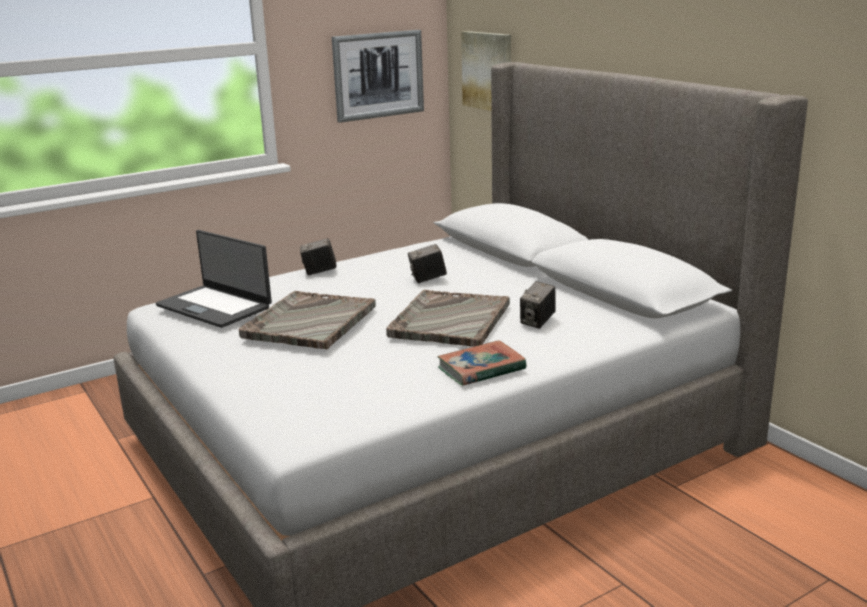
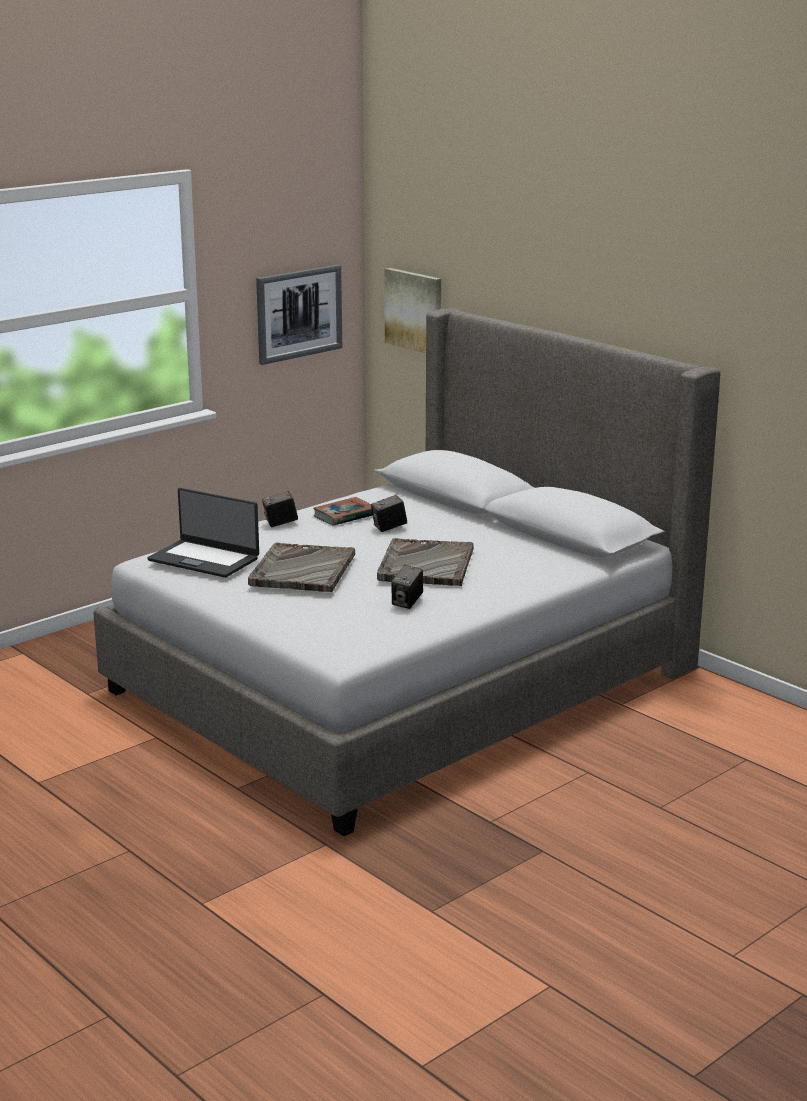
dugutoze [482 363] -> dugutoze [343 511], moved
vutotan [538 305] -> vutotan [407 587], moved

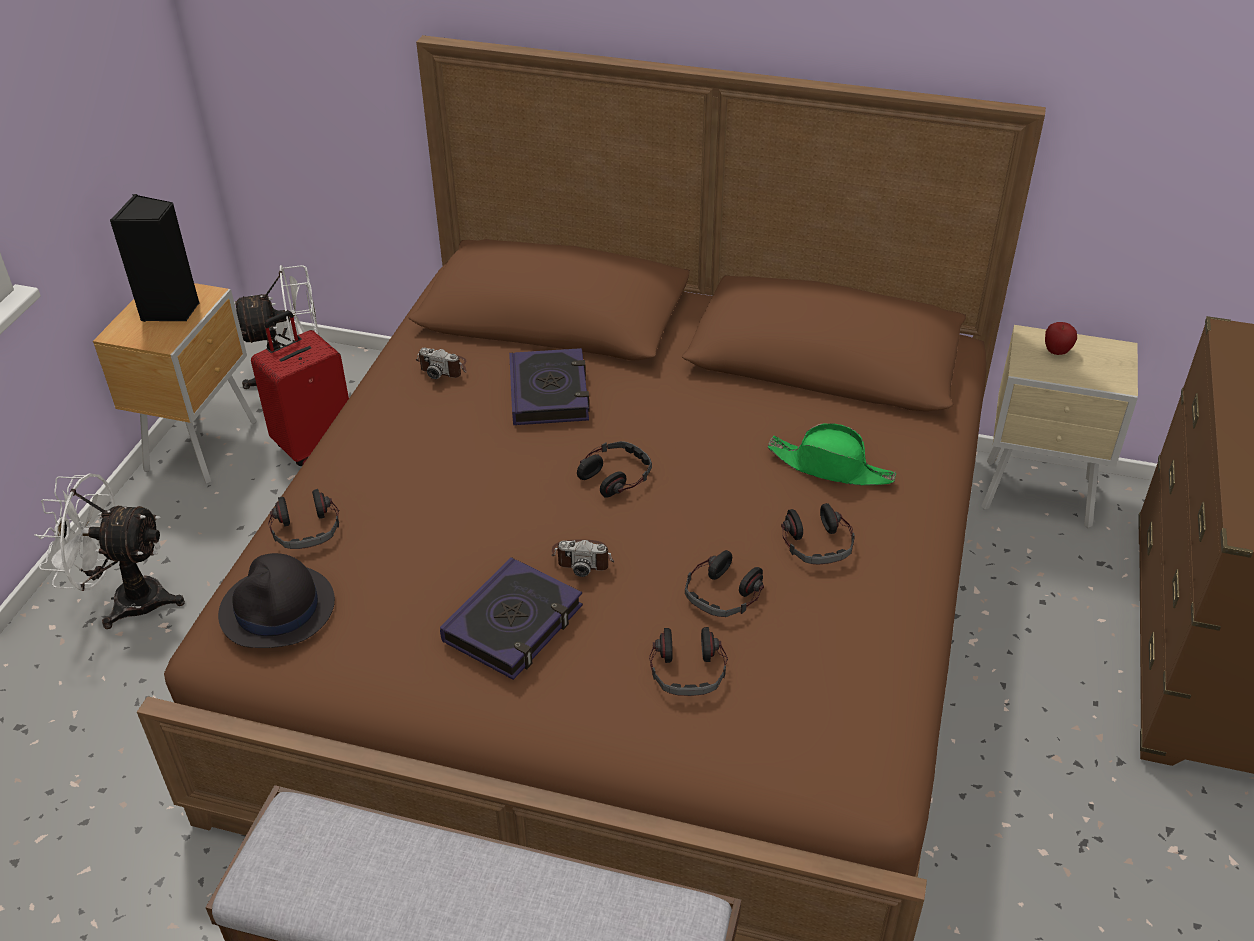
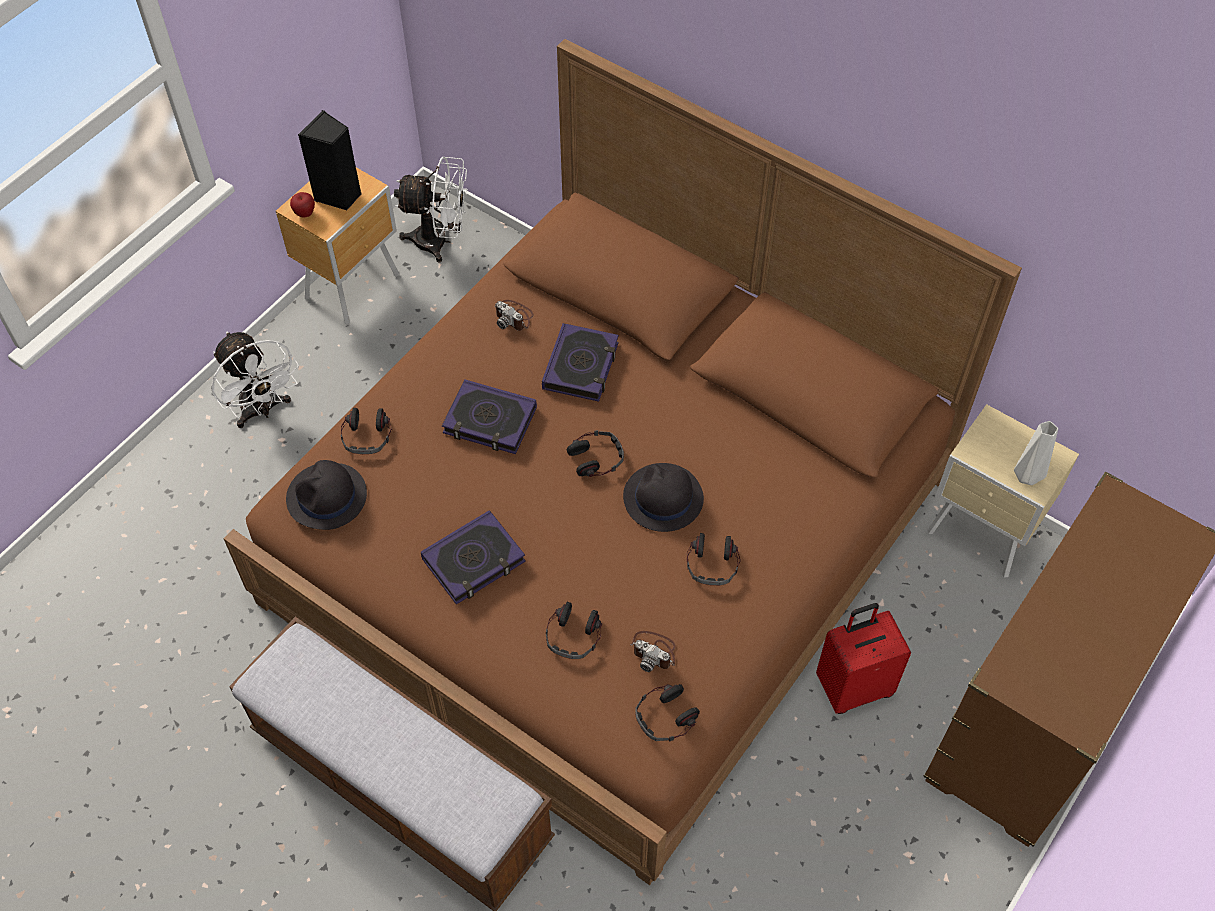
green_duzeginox [832 454] -> none
none -> dugutoze [489 417]
none -> black_duzeginox [663 497]
none -> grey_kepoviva [1036 453]
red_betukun [300 388] -> red_betukun [863 658], moved
vutotan [582 558] -> vutotan [652 651], moved
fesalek [724 583] -> fesalek [667 713], moved
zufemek [1061 338] -> zufemek [302 205], moved
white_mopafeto [109 551] -> white_mopafeto [255 379], 150 degrees counterclockwise

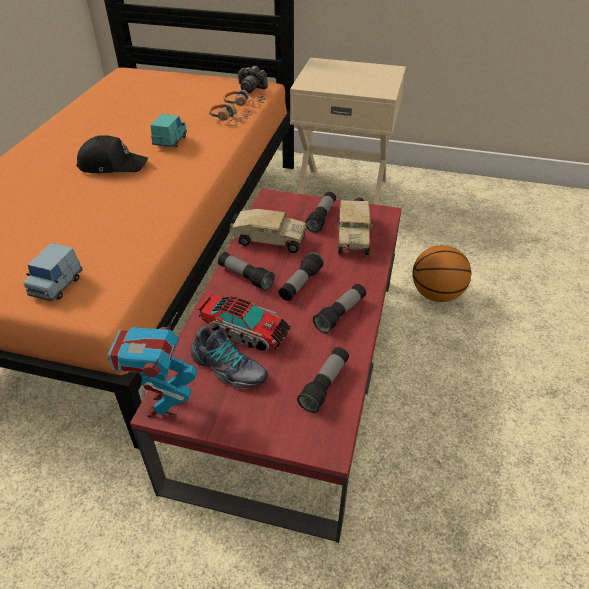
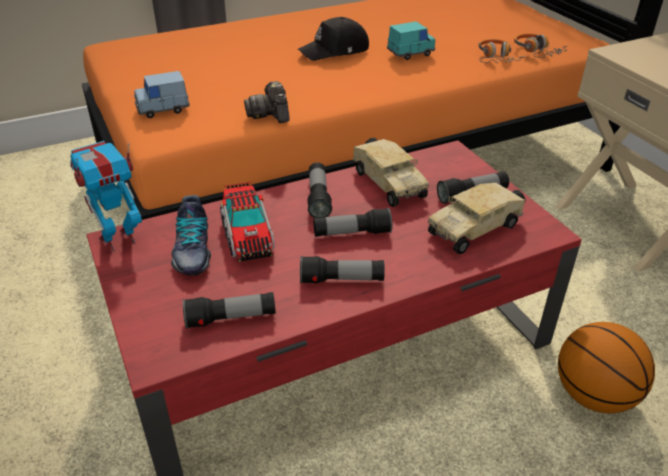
vutotan [253 79] -> vutotan [267 102], moved
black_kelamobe [112 154] -> black_kelamobe [333 39], 105 degrees clockwise

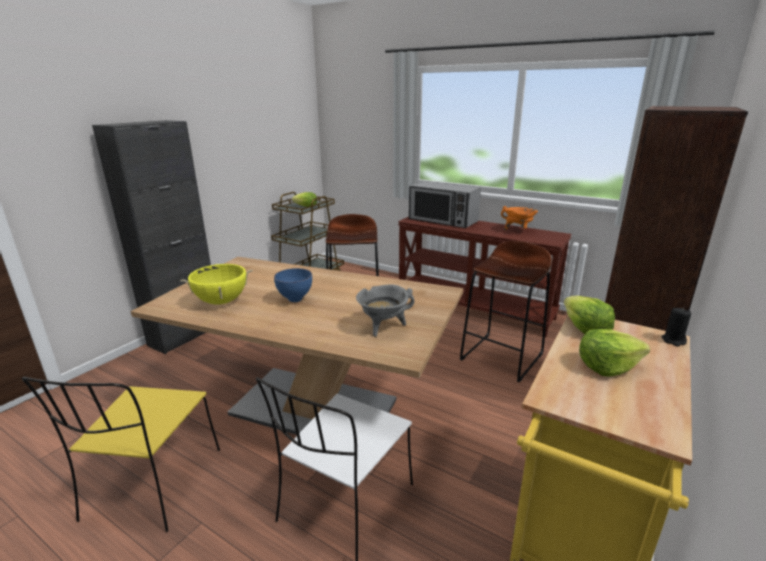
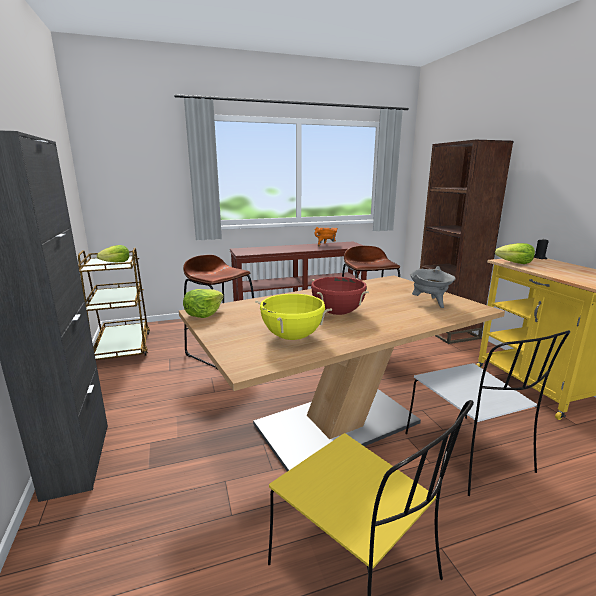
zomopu [445 204] -> none
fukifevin [614 353] -> fukifevin [203 303], moved
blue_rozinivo [293 285] -> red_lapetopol [340 296]

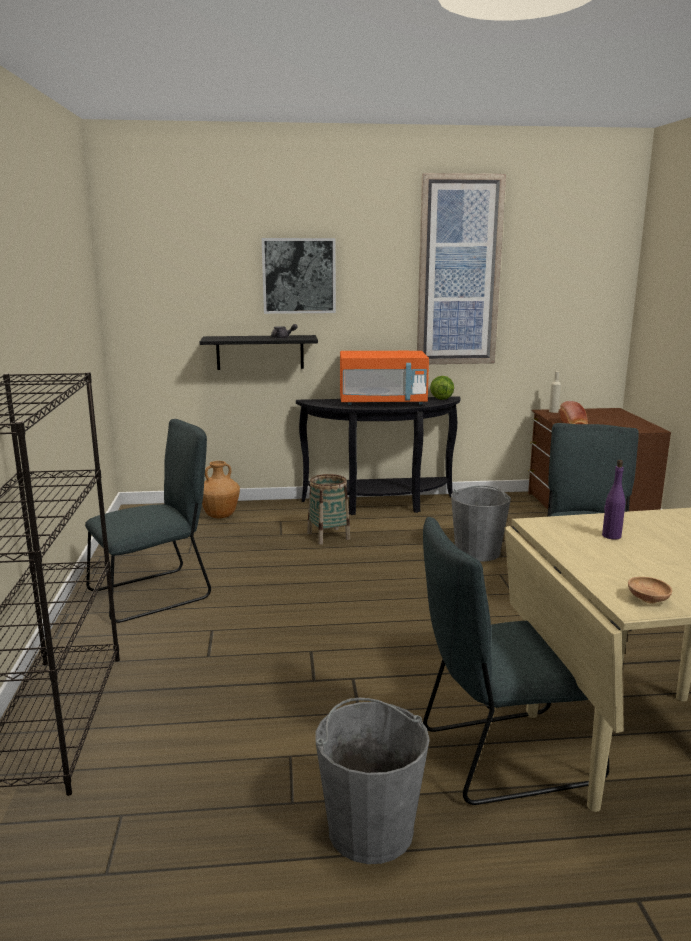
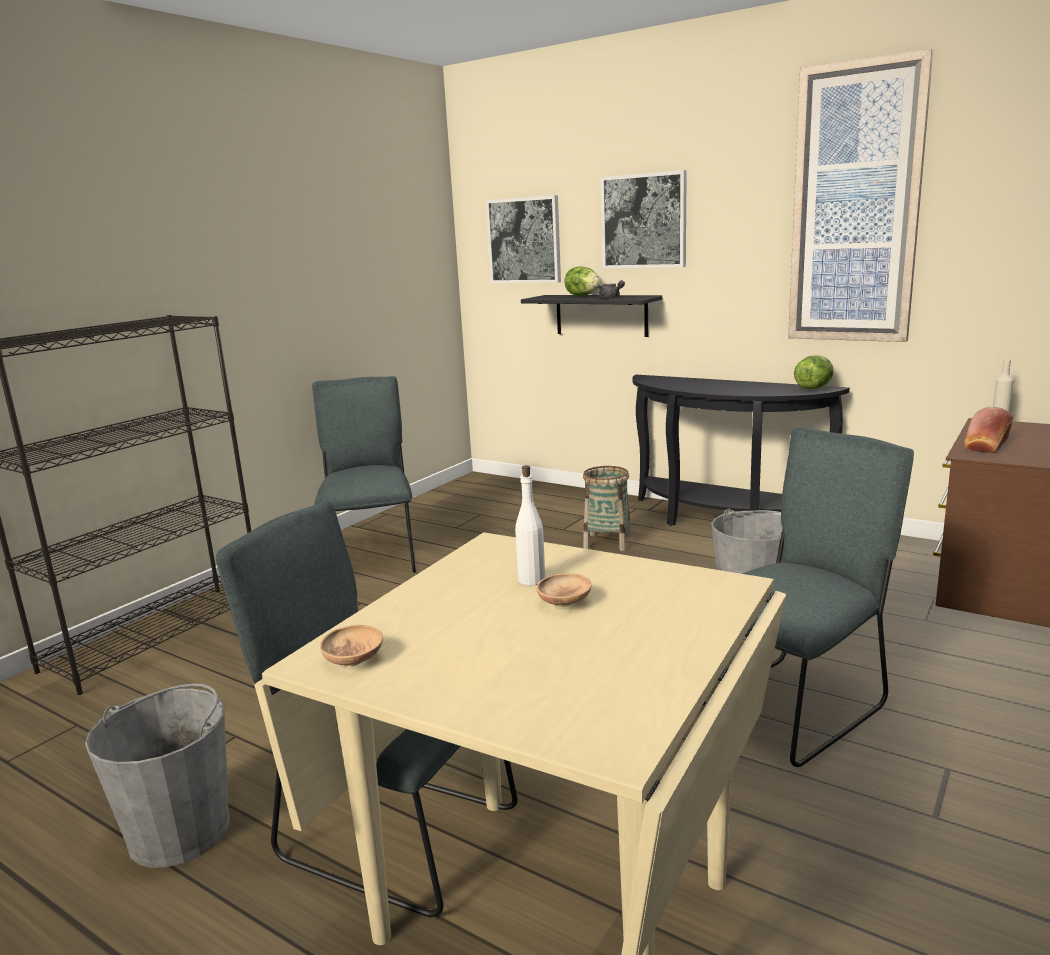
brown_kepoviva [221 489] -> none
orange_zomopu [384 378] -> none
none -> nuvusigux [523 239]
none -> brown_rozinivo [564 590]
none -> fukifevin [582 281]
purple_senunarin [613 499] -> white_senunarin [530 525]
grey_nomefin [148 521] -> grey_nomefin [364 474], 105 degrees counterclockwise

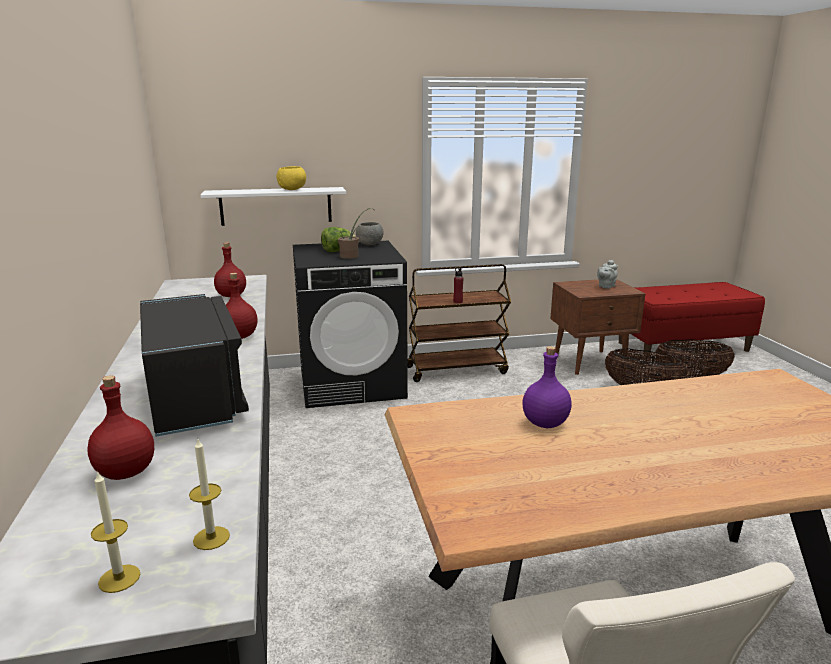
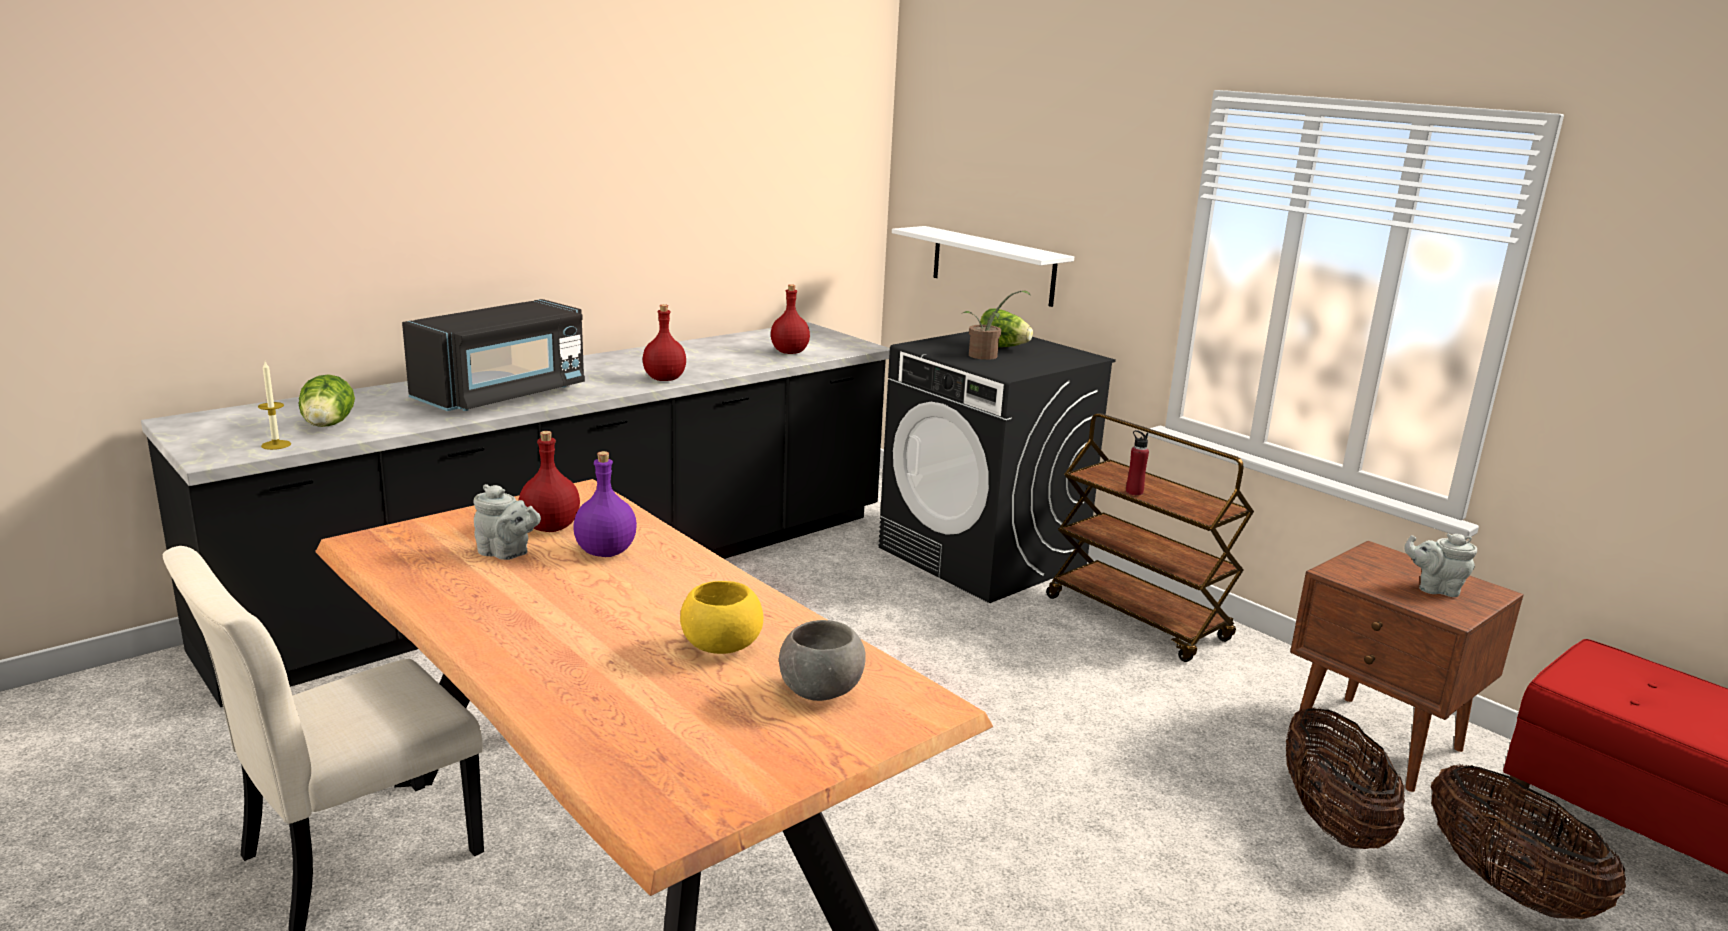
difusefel [115 532] -> none
none -> fukifevin [327 400]
none -> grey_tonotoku [507 522]
red_senunarin [120 427] -> red_senunarin [549 481], moved
yellow_rozinivo [291 178] -> yellow_rozinivo [721 617], moved
grey_rozinivo [370 233] -> grey_rozinivo [822 660], moved

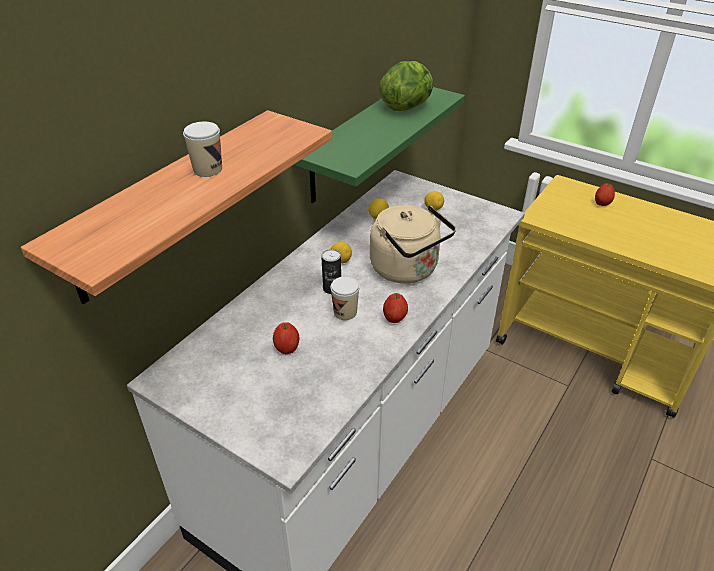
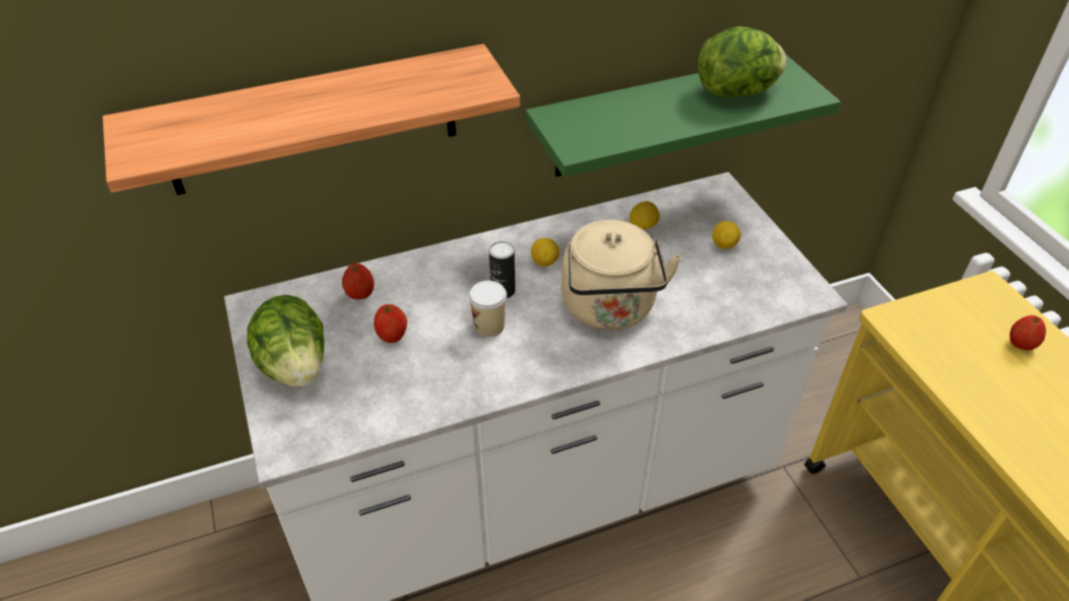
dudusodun [202 149] -> none
none -> fukifevin [285 341]
zufemek [395 308] -> zufemek [358 282], moved

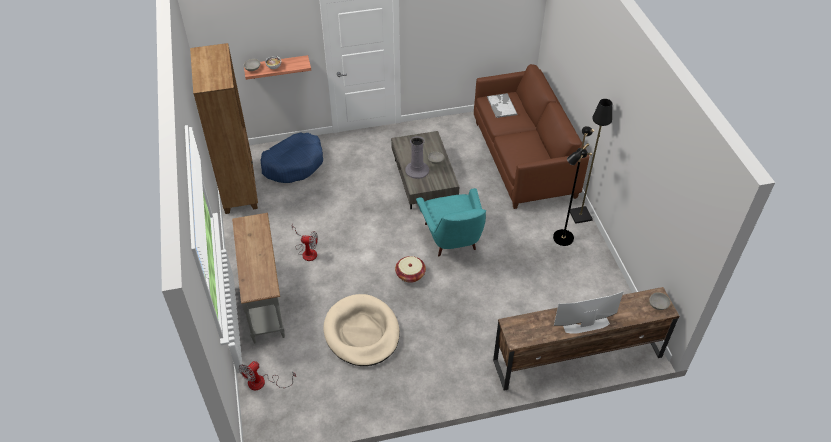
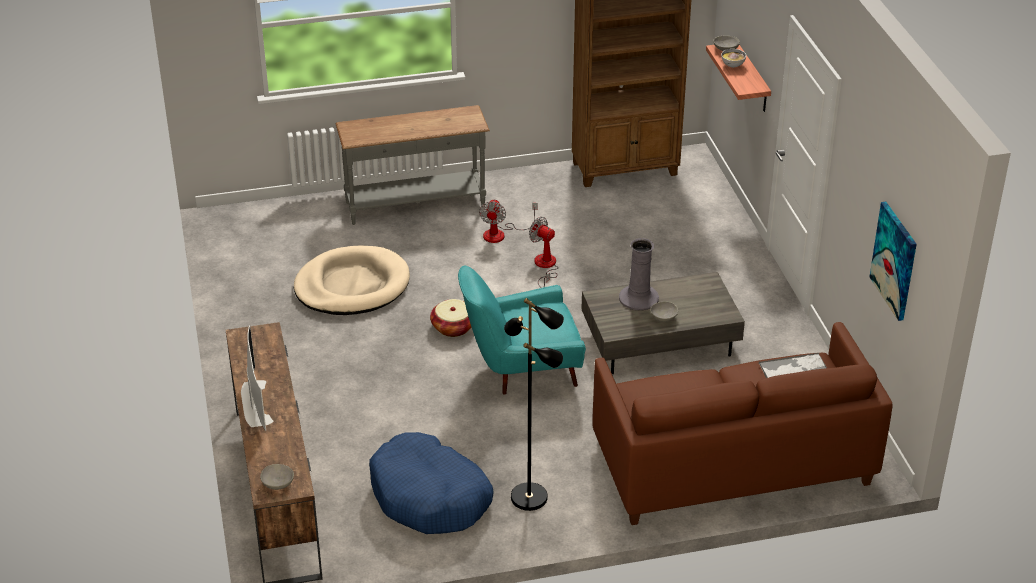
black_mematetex [591 161] -> none
none -> nuvusigux [893 261]
mopafeto [267 375] -> mopafeto [544 252], moved
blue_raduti [291 157] -> blue_raduti [431 483], moved

